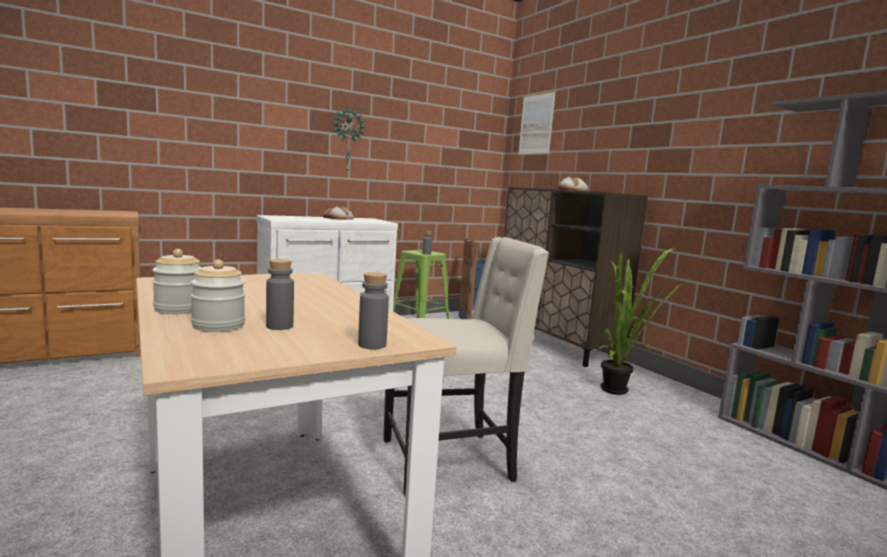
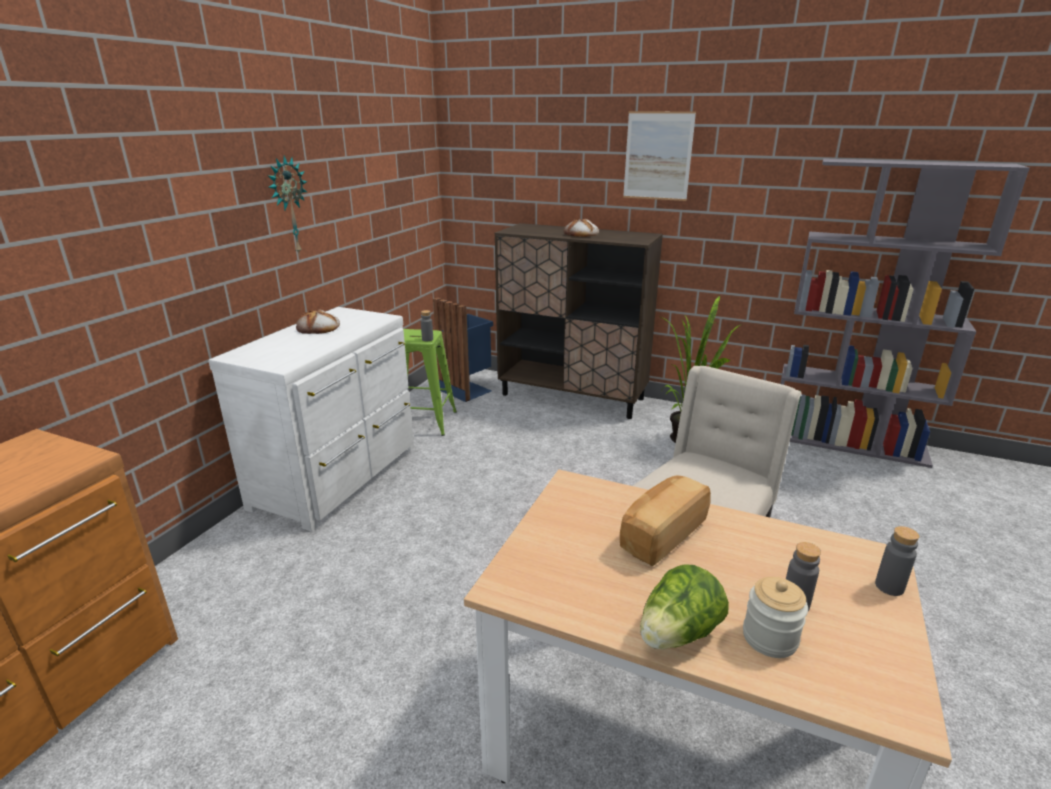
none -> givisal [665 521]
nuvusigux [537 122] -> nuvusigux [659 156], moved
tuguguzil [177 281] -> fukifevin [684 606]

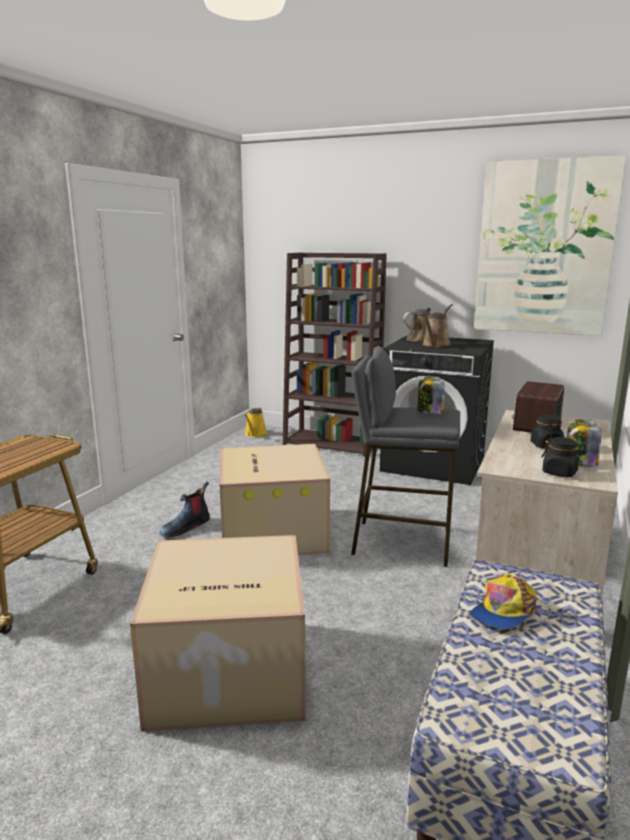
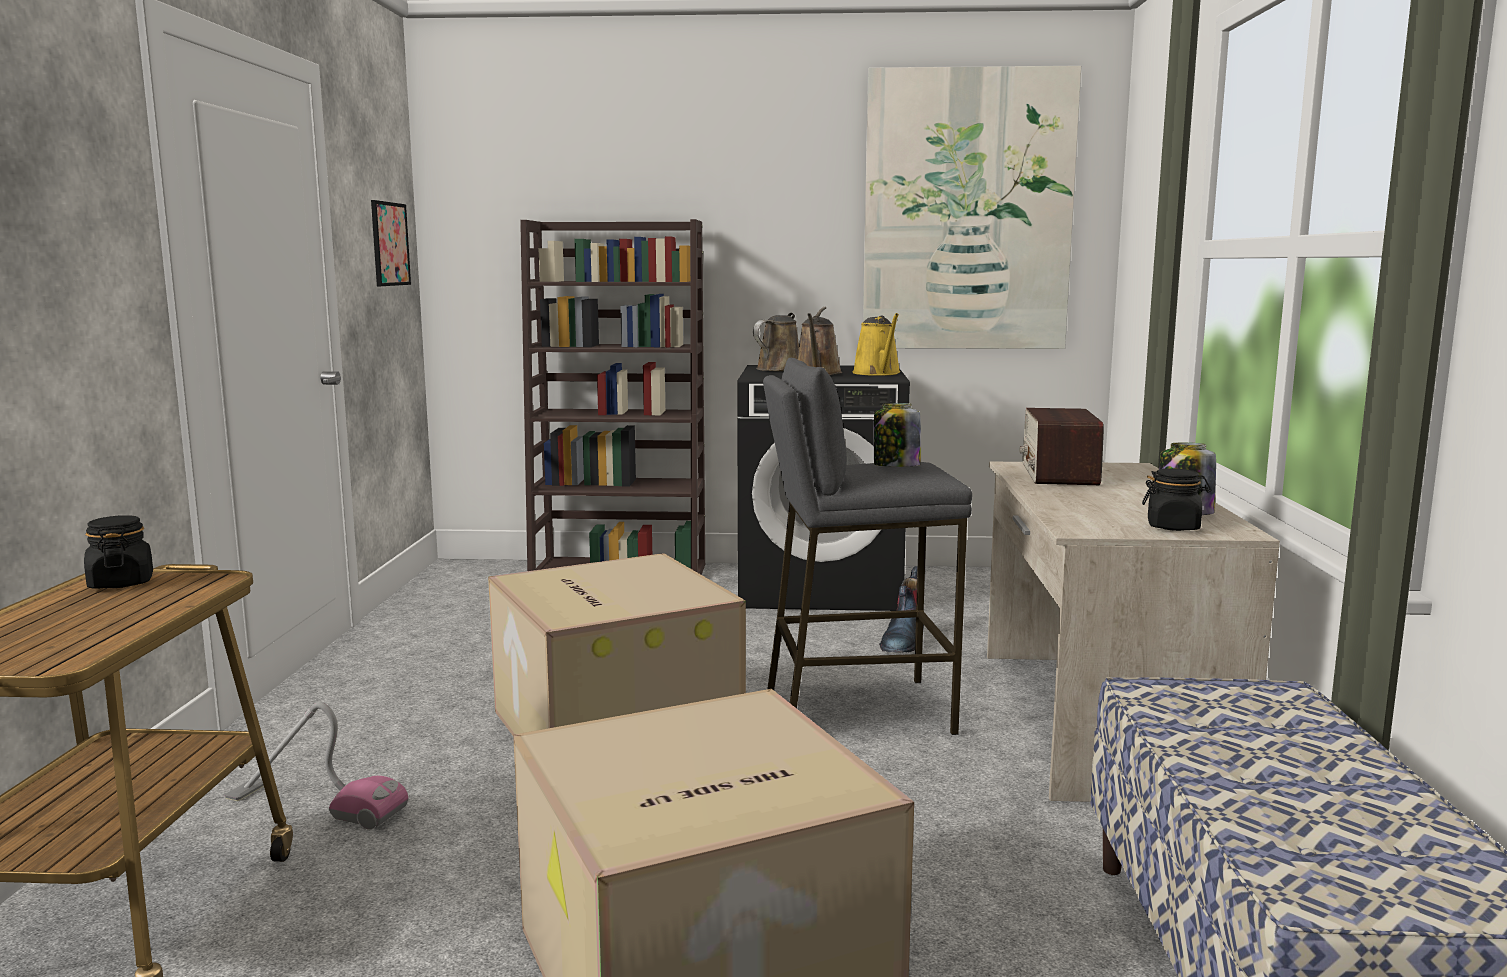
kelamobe [503 601] -> none
none -> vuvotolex [316 765]
none -> nuvusigux [391 243]
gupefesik [185 509] -> gupefesik [901 609], moved
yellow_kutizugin [255 422] -> yellow_kutizugin [876 344], moved
black_tuguguzil [547 431] -> black_tuguguzil [118 552], moved

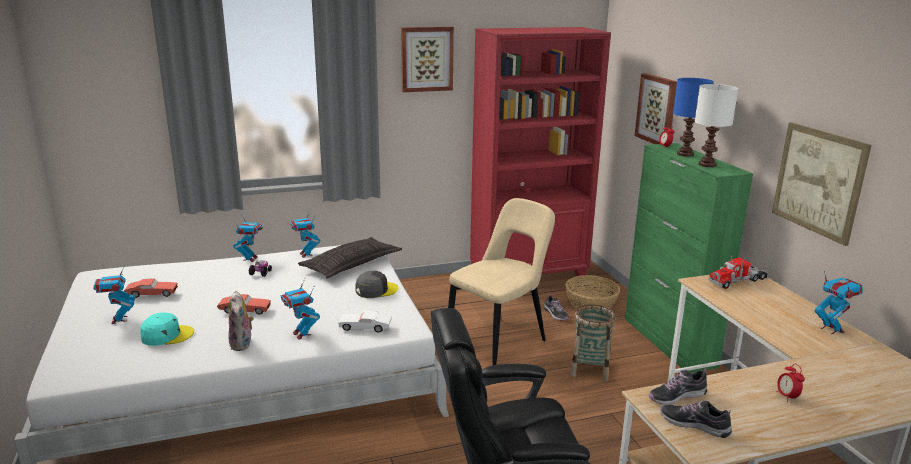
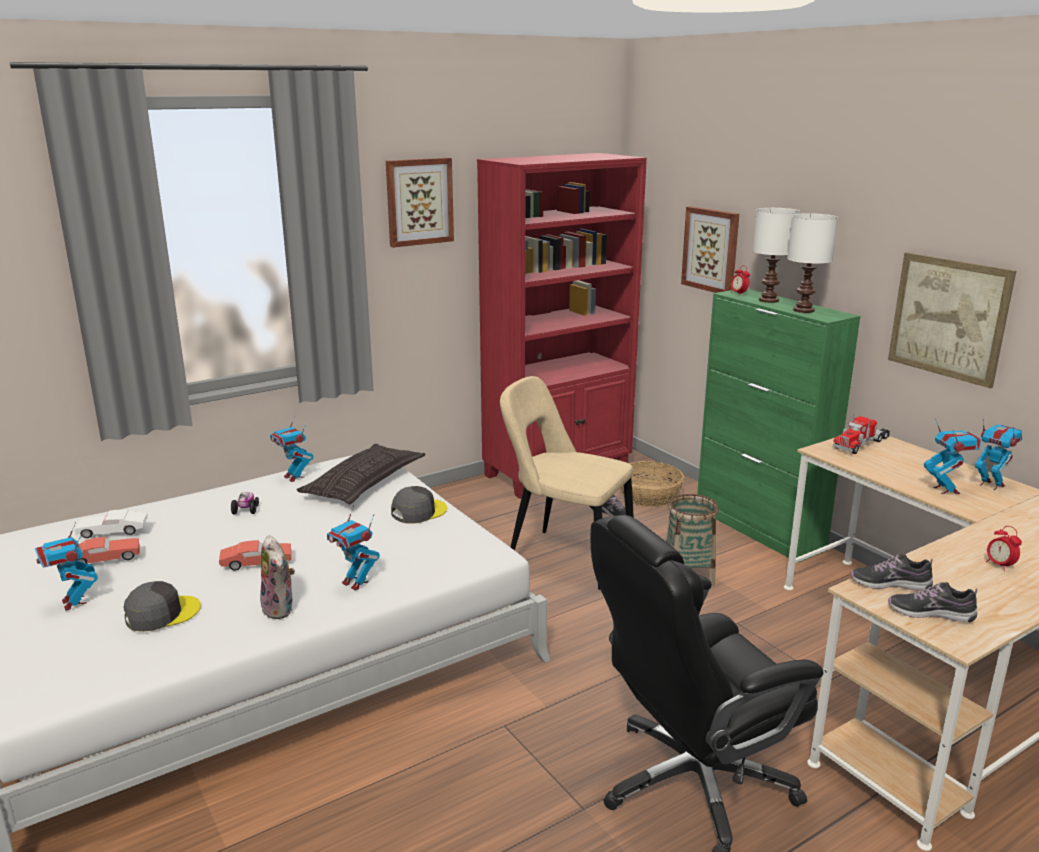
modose [248 239] -> modose [953 456], moved
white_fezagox [365 321] -> white_fezagox [111 524], moved
turquoise_kelamobe [167 329] -> grey_kelamobe [162 606]
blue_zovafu [693 117] -> white_zovafu [776 255]
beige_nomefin [501 281] -> beige_nomefin [567 483], 90 degrees counterclockwise
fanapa [678 386] -> fanapa [892 572], 45 degrees clockwise

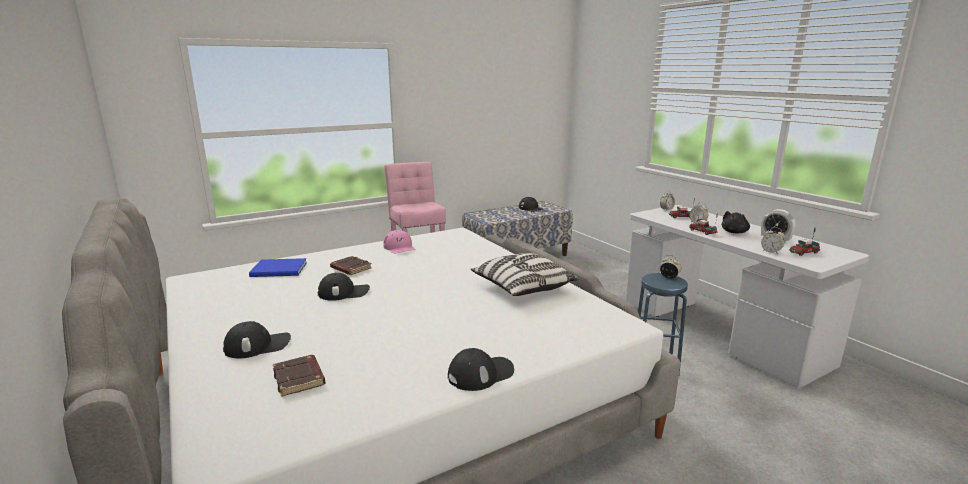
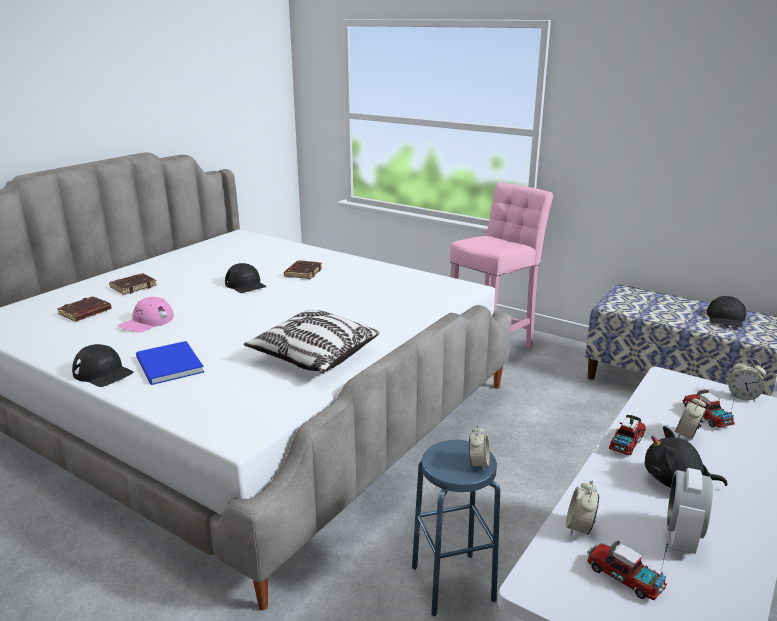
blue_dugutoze [278 267] -> blue_dugutoze [170 363], moved
pink_kelamobe [399 242] -> pink_kelamobe [146 314], moved
black_kelamobe [257 339] -> brown_dugutoze [133 284]

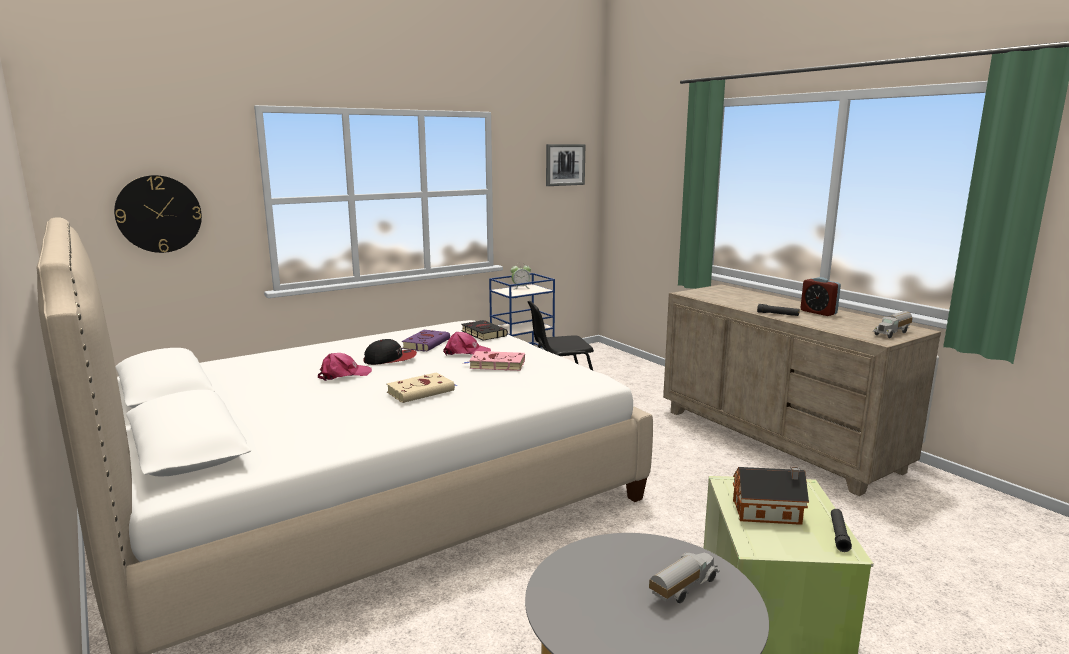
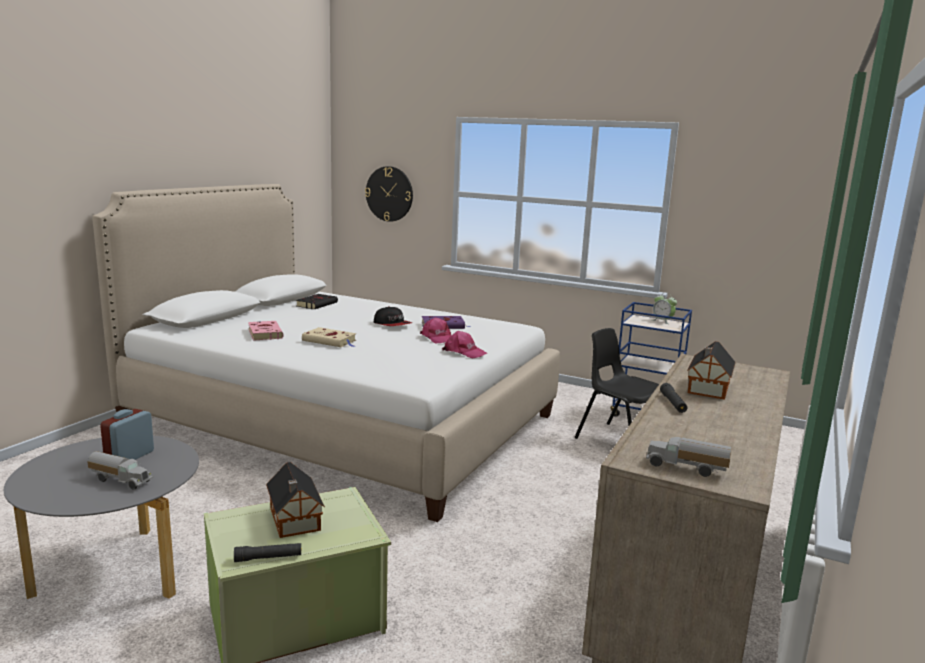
nuvusigux [565 165] -> none
none -> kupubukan [711 370]
pink_kelamobe [345 367] -> pink_kelamobe [464 344], moved
black_dugutoze [484 330] -> black_dugutoze [317 301], moved
pink_dugutoze [494 361] -> pink_dugutoze [266 331], moved
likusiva [821 296] -> likusiva [127 434], moved

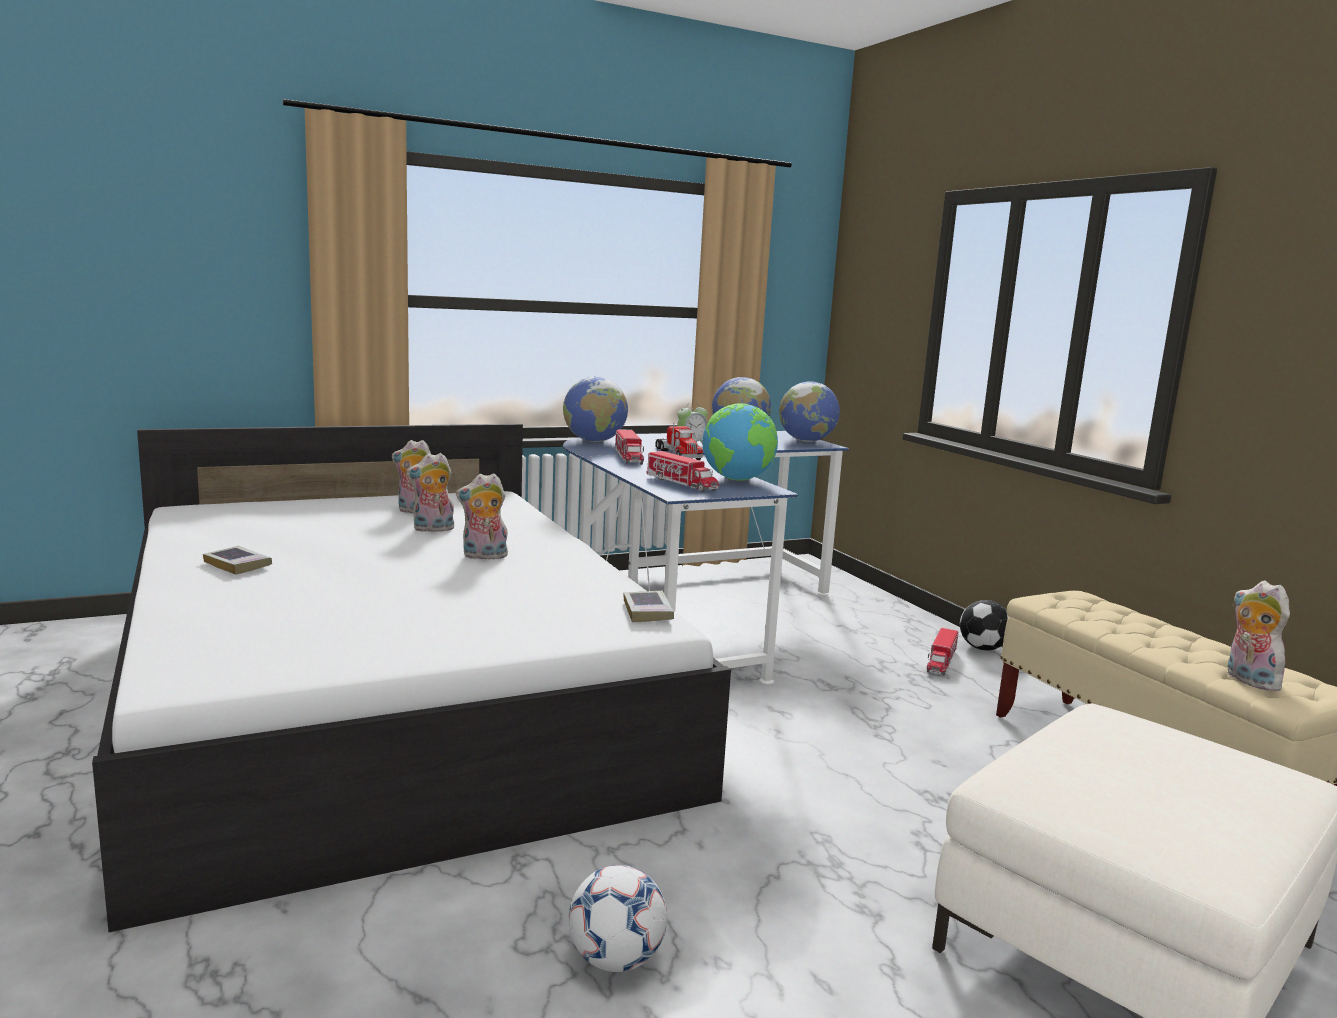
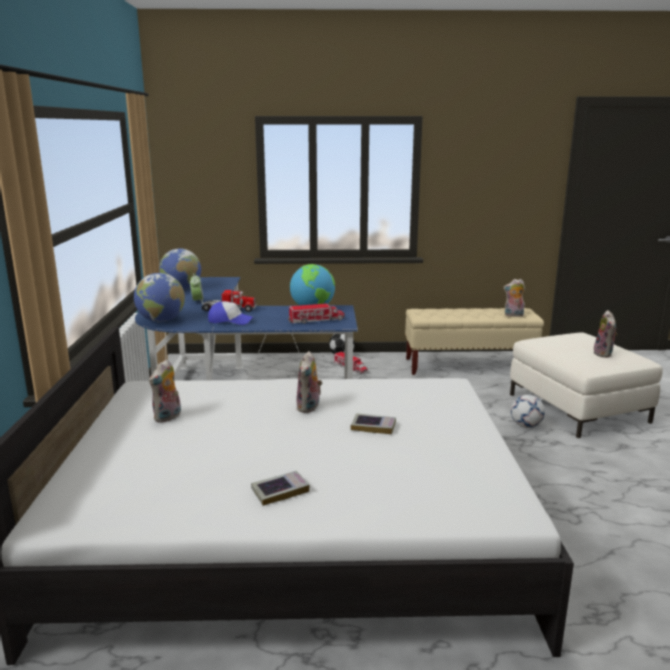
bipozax [809 411] -> none
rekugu [430 492] -> rekugu [606 334], moved
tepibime [618 918] -> tepibime [528 411], moved
dugutoze [648 606] -> dugutoze [373 423], moved
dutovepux [629 447] -> kelamobe [230 313]

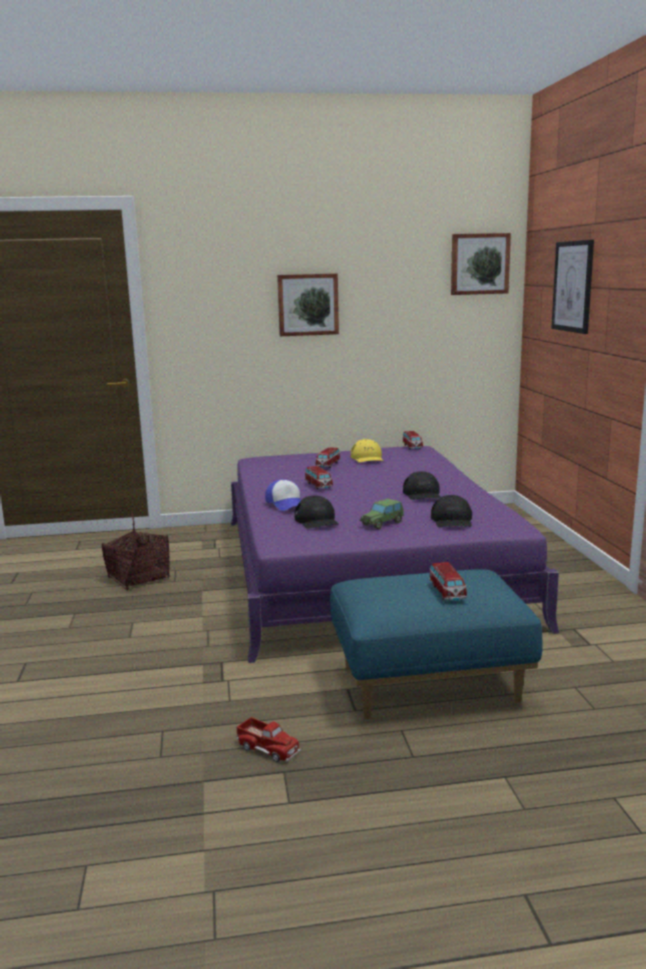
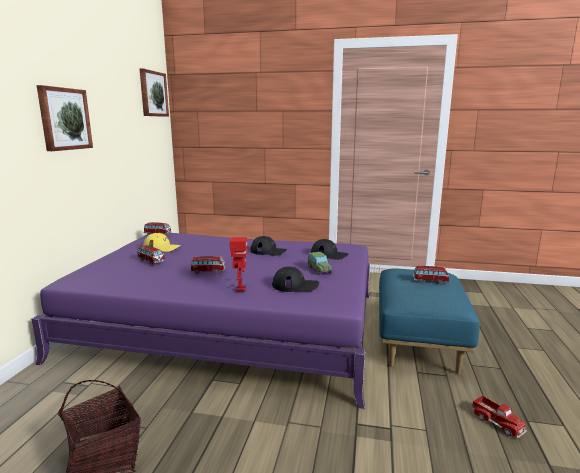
nuvusigux [573 287] -> none
kelamobe [283 495] -> modose [238 264]
dutovepux [268 739] -> dutovepux [499 416], 90 degrees clockwise

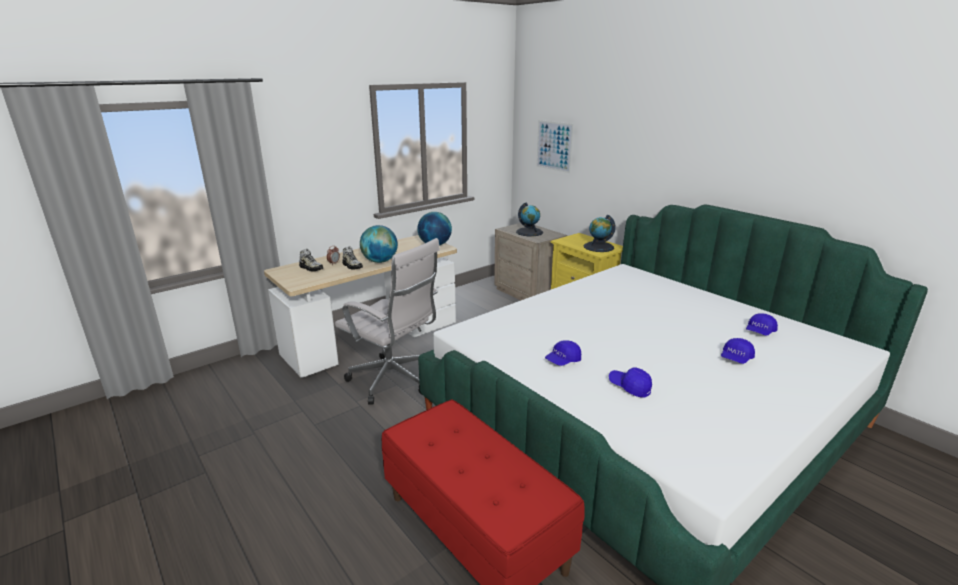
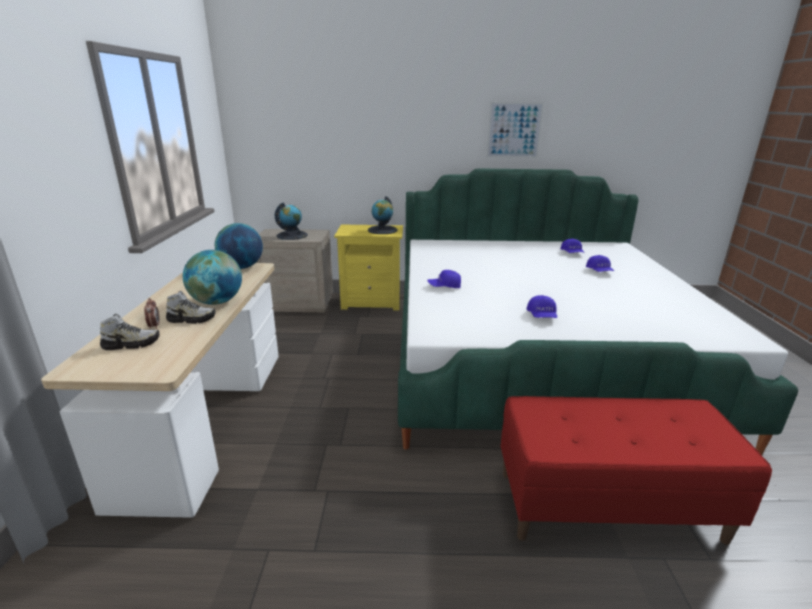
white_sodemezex [387 321] -> none
nuvusigux [555 146] -> nuvusigux [515 130], moved
blue_kelamobe [630 382] -> blue_kelamobe [444 279], moved

